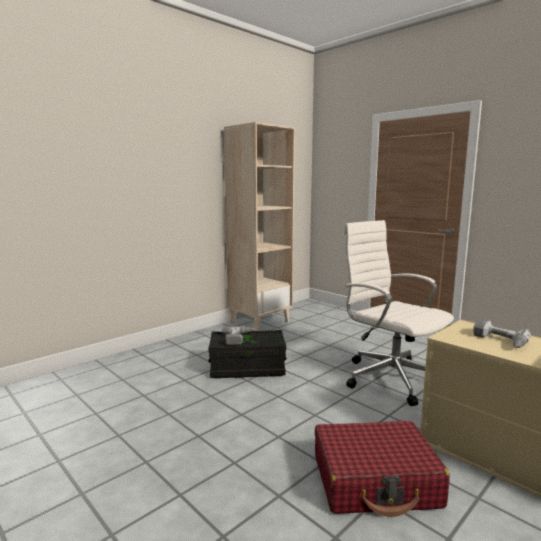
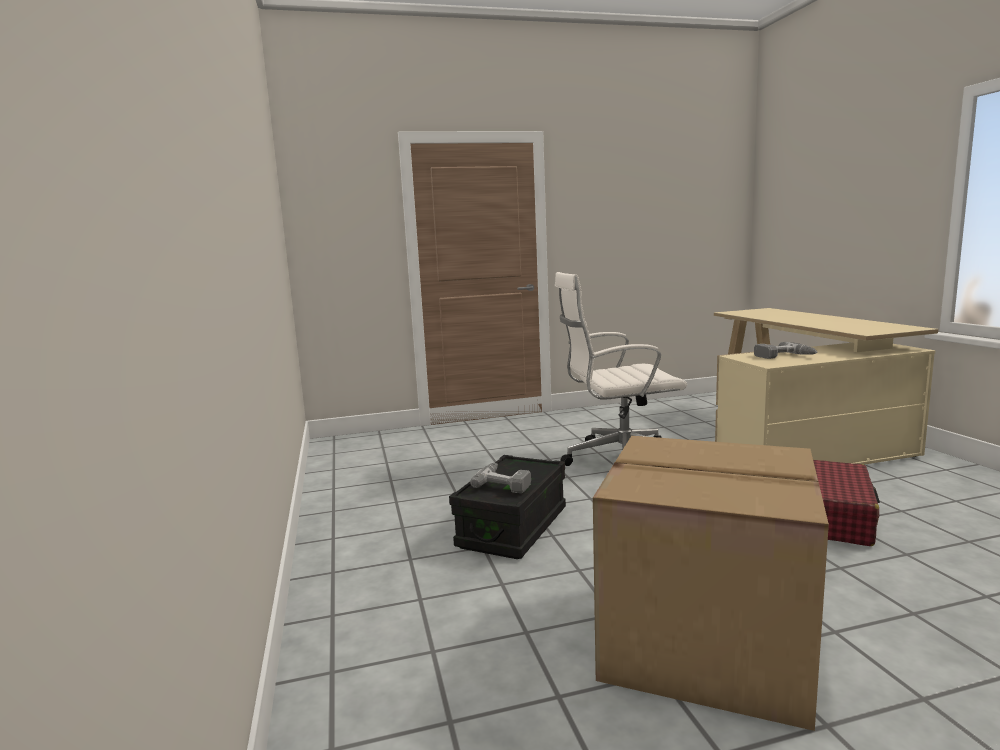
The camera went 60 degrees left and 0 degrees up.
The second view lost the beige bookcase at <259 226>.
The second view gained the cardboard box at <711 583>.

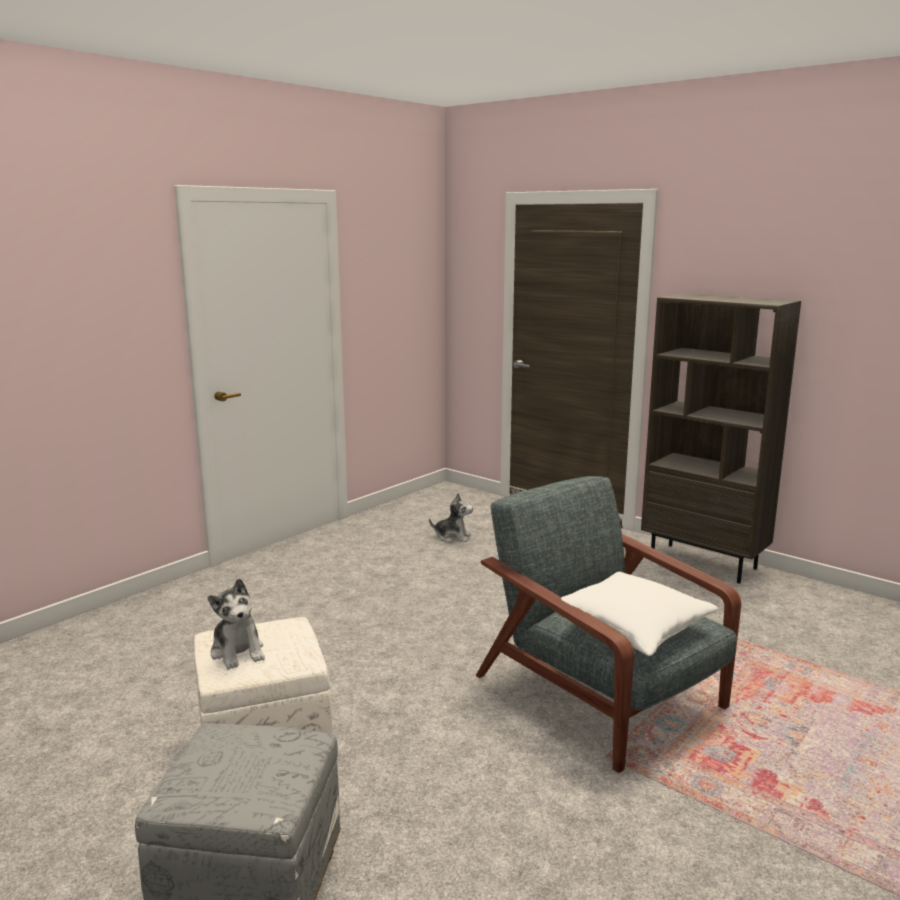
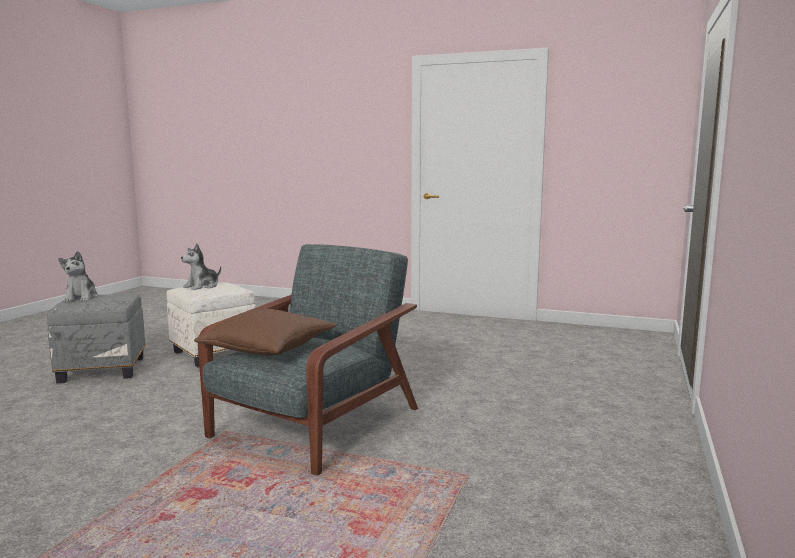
The camera went 70 degrees right and 5 degrees down.
The plush toy ended up elsewhere, having gone from <451 518> to <78 276>.
What was the white pillow at <639 614> turned into the brown pillow at <265 332>.
The second view lost the brown bookcase at <721 438>.

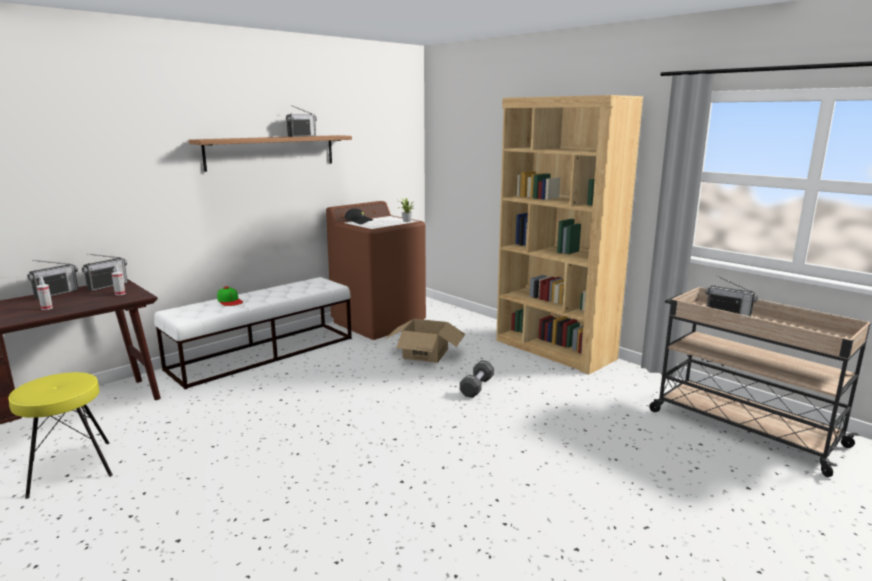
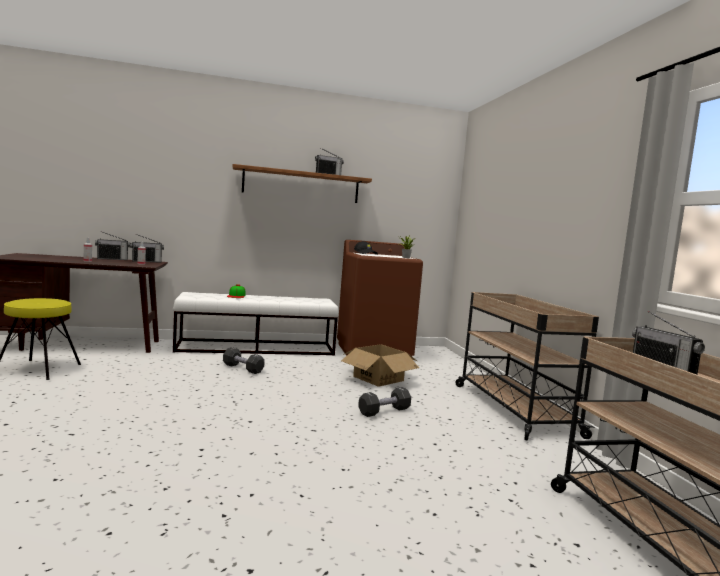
The camera went 30 degrees right and 10 degrees down.
Where the brown bookcase stood at <569 235>, the beige cart came to stand at <527 366>.
The second view gained the black dumbbell at <244 360>.

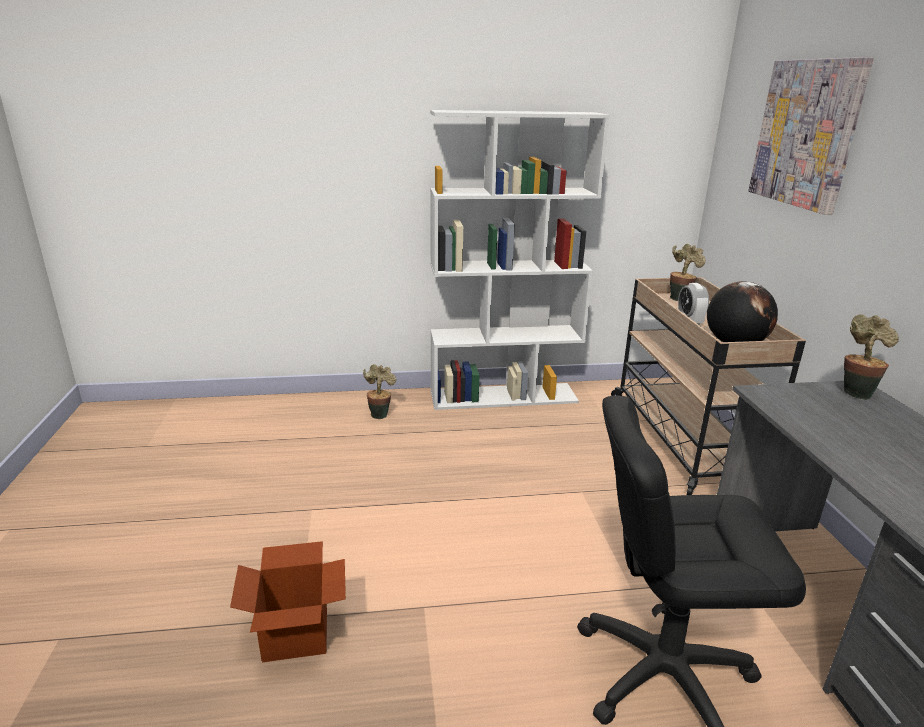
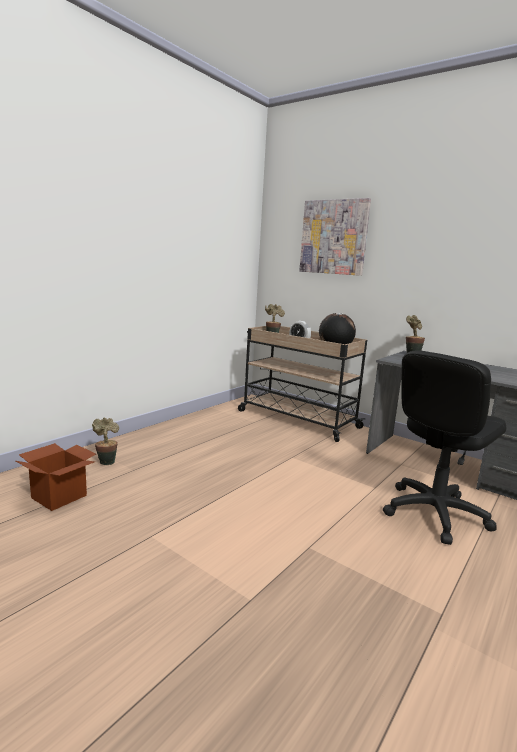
The camera went 45 degrees left and 10 degrees down.
The cardboard box ended up elsewhere, having gone from <288 601> to <56 477>.
The second view lost the white bookcase at <520 260>.

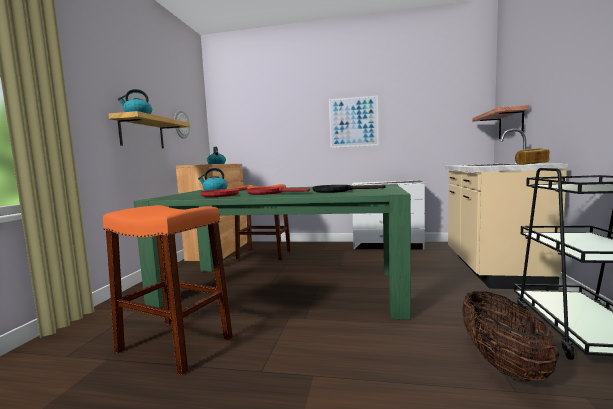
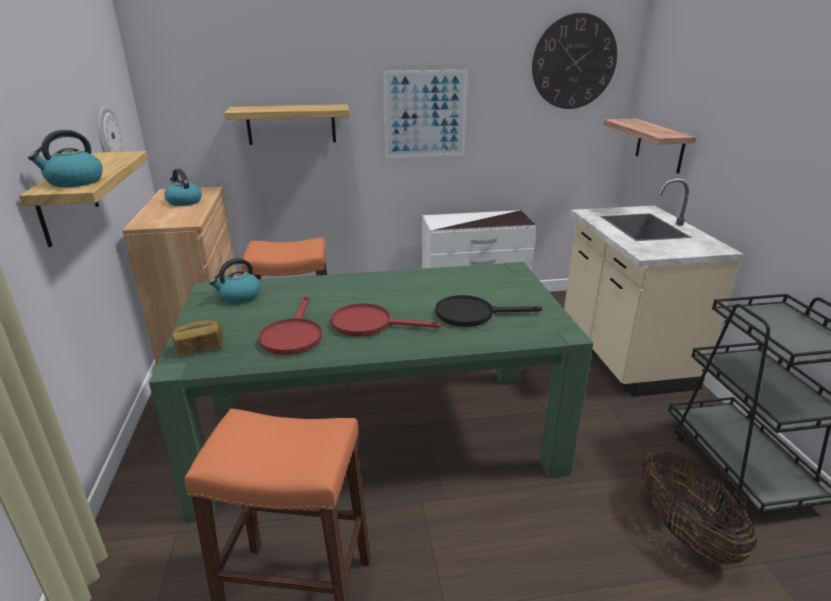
The camera went 20 degrees left and 20 degrees up.
The bread ended up elsewhere, having gone from <532 156> to <197 338>.
The second view gained the shelf at <287 124>.
The second view gained the wall clock at <574 61>.

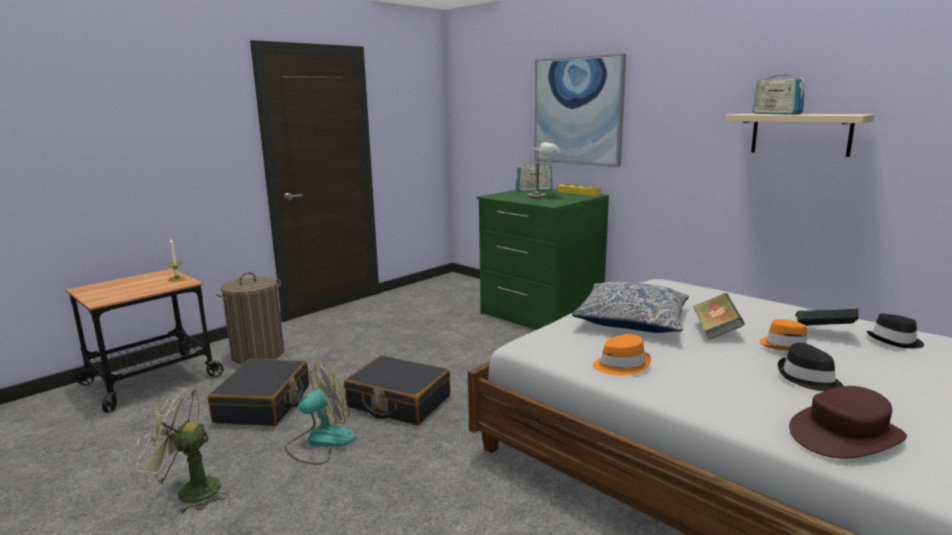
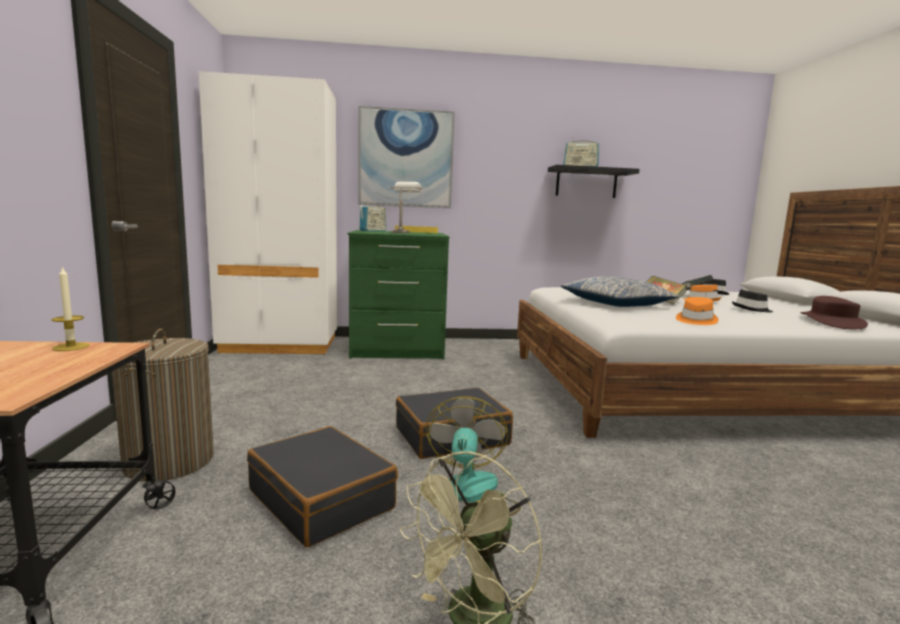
The camera went 50 degrees left and 5 degrees down.
What was the beige shelf at <799 135> turned into the black shelf at <594 181>.
The second view gained the white wardrobe at <268 213>.

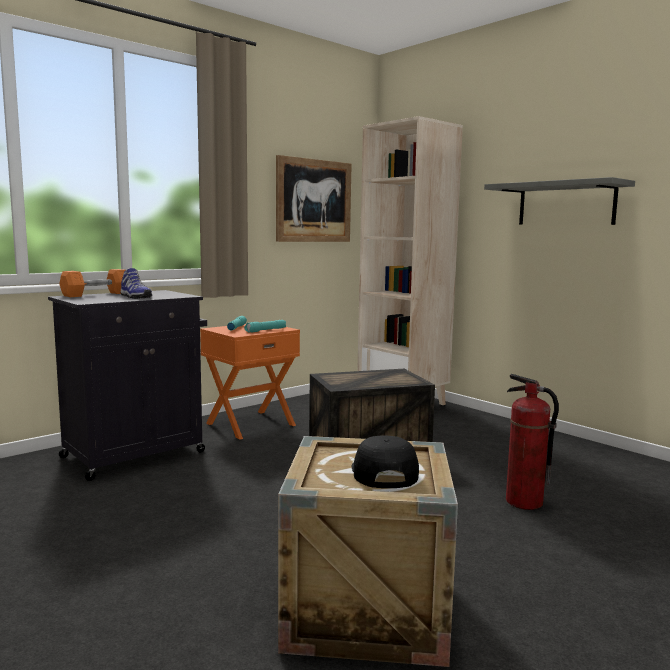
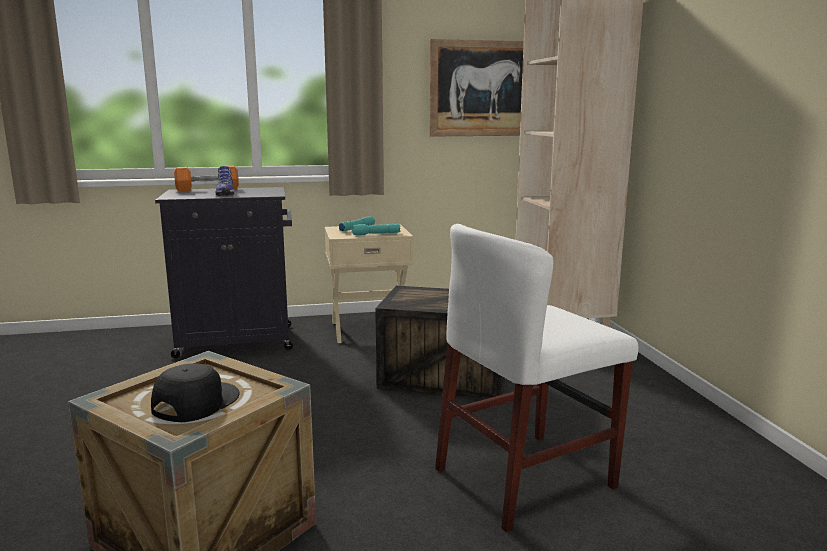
The camera went 30 degrees right and 5 degrees up.
What was the orange nightstand at <250 380> turned into the beige nightstand at <368 283>.
The second view lost the grey shelf at <559 201>.
Where the fire extinguisher stood at <532 442>, the white chair came to stand at <536 378>.

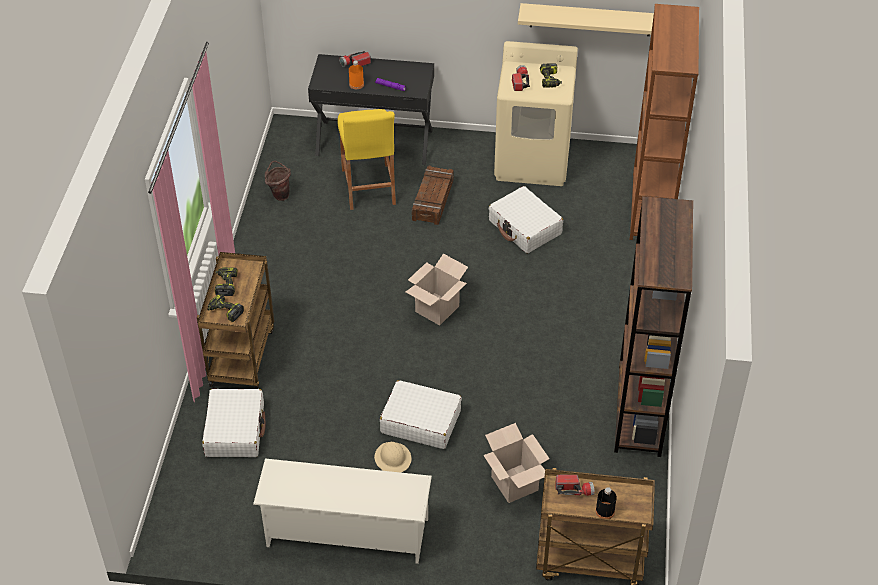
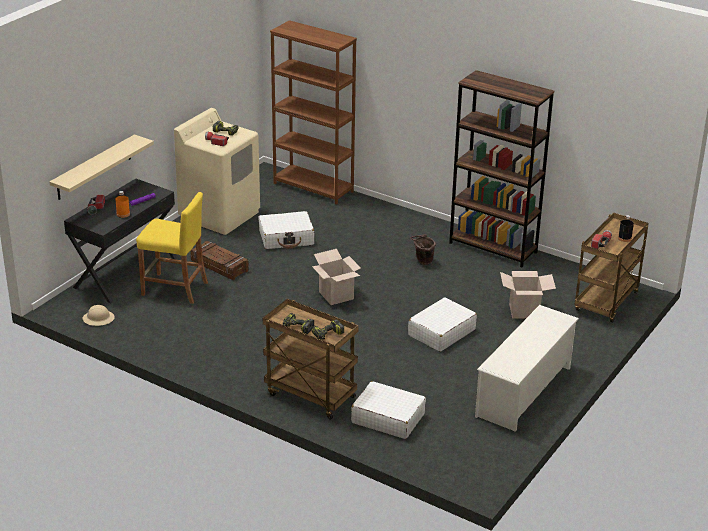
The camera went 65 degrees left and 15 degrees down.
The brown bucket ended up elsewhere, having gone from <278 181> to <423 249>.
The beige hard hat ended up elsewhere, having gone from <392 457> to <99 315>.
The beige shelf ended up elsewhere, having gone from <586 19> to <101 167>.

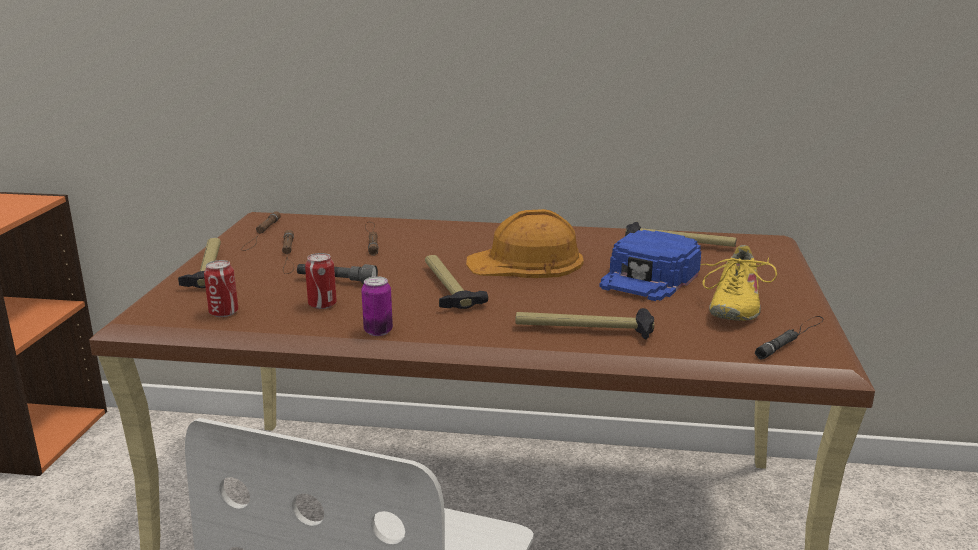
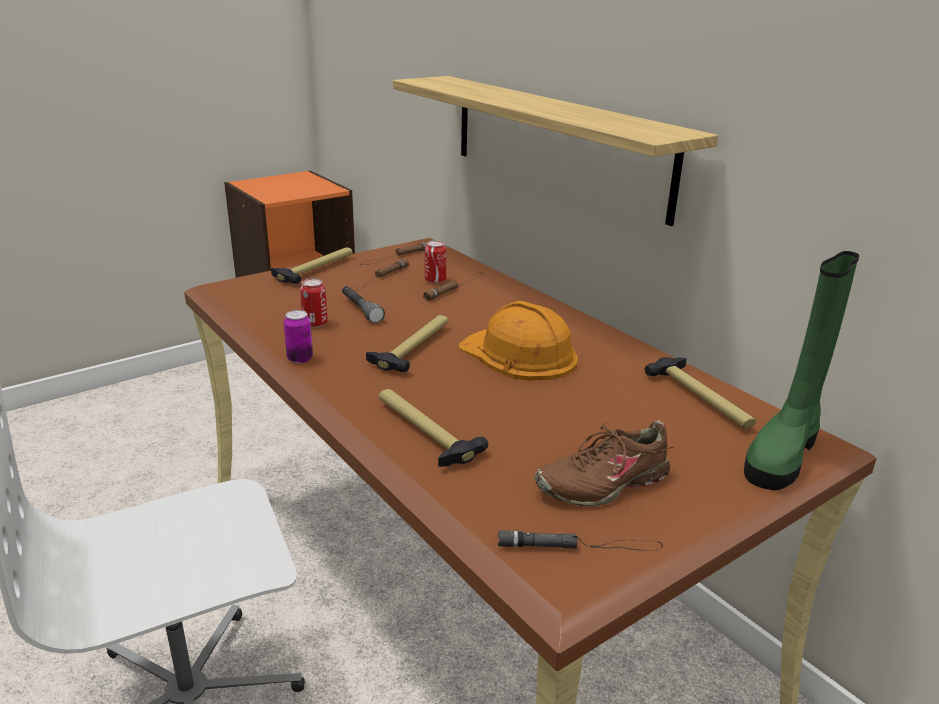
The camera went 45 degrees right and 5 degrees up.
The can ended up elsewhere, having gone from <221 288> to <435 262>.
The second view lost the blue cap at <650 265>.
What was the yellow shoe at <739 283> turned into the brown shoe at <604 463>.
The second view gained the shelf at <555 151>.
The second view gained the green boot at <801 370>.

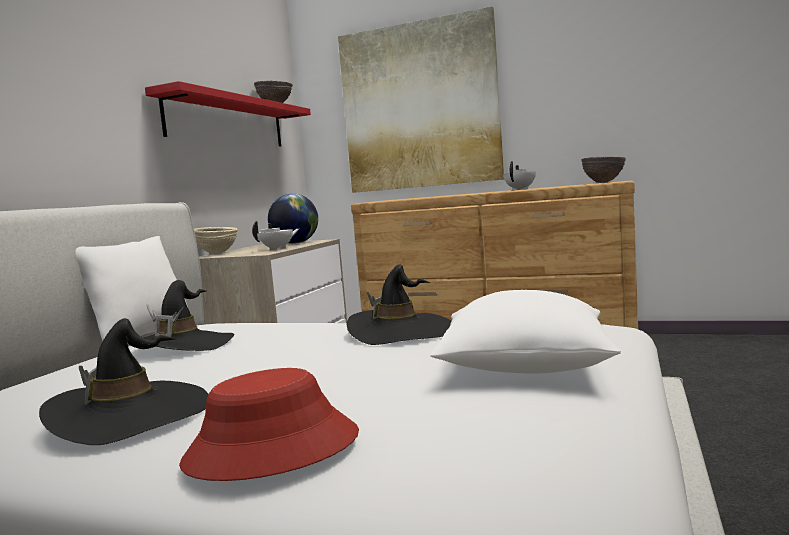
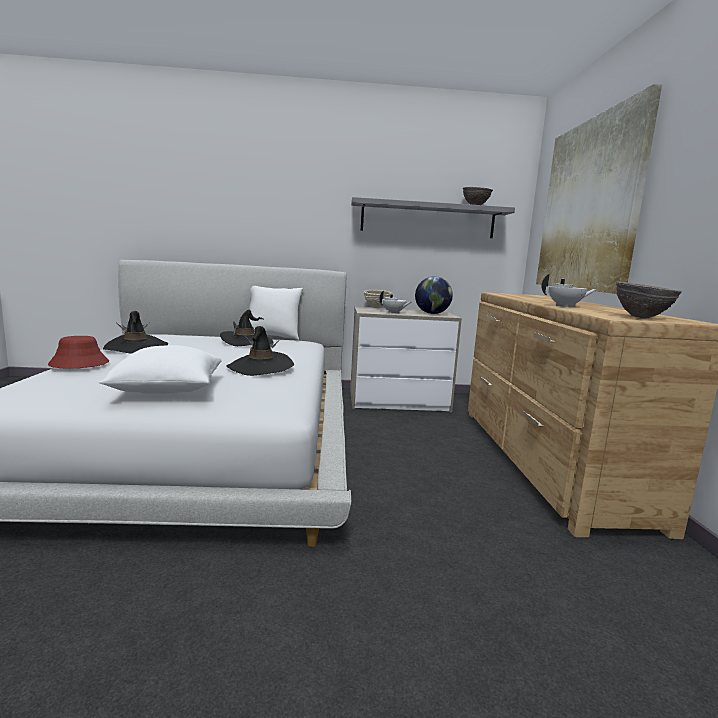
The camera went 65 degrees right and 5 degrees up.
What was the red shelf at <228 113> turned into the grey shelf at <433 217>.

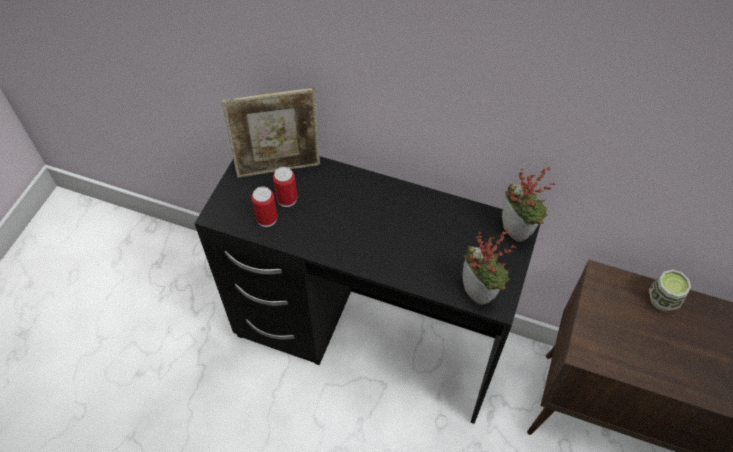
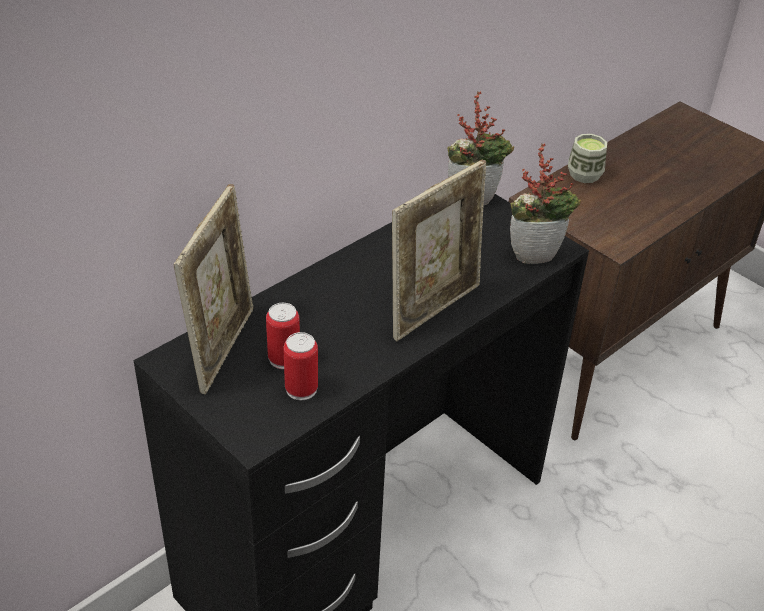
The camera went 65 degrees left and 15 degrees down.
The second view gained the picture frame at <439 250>.

